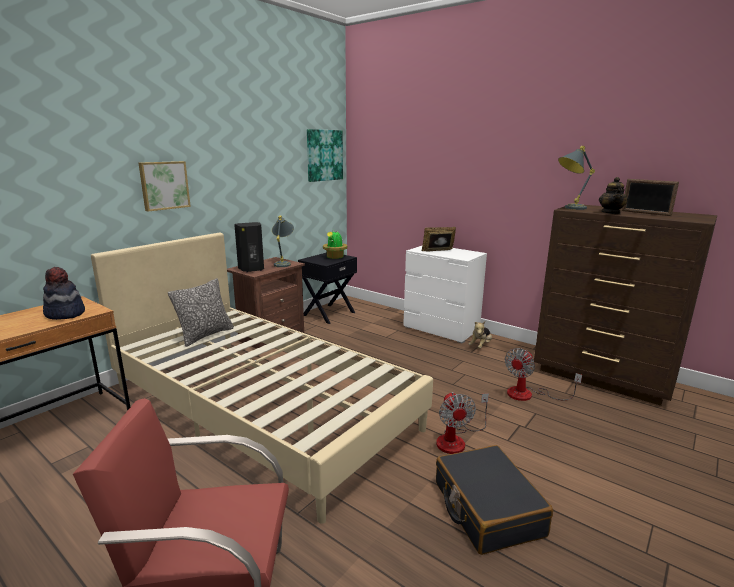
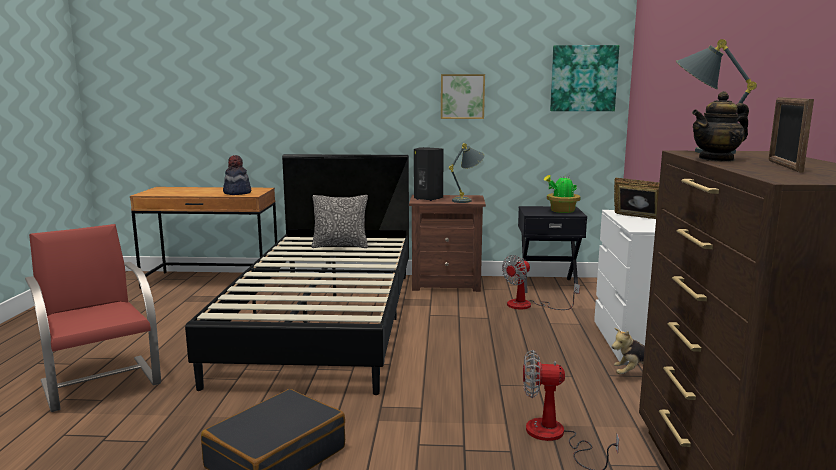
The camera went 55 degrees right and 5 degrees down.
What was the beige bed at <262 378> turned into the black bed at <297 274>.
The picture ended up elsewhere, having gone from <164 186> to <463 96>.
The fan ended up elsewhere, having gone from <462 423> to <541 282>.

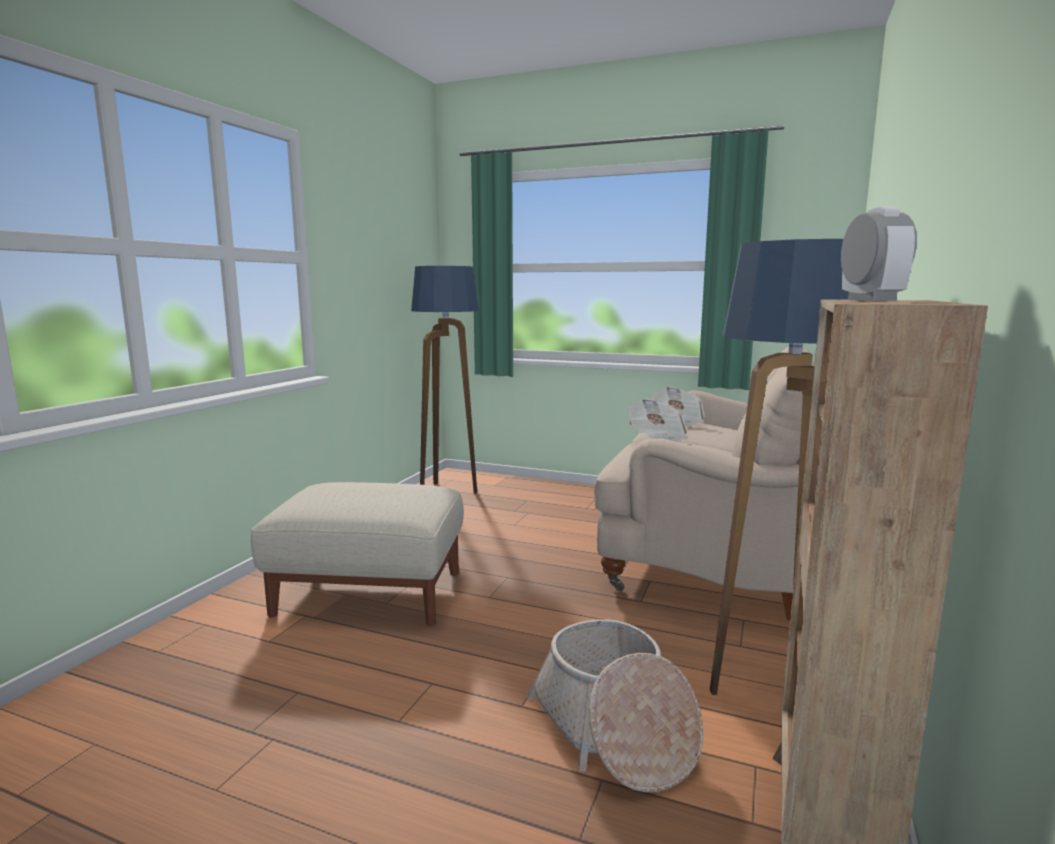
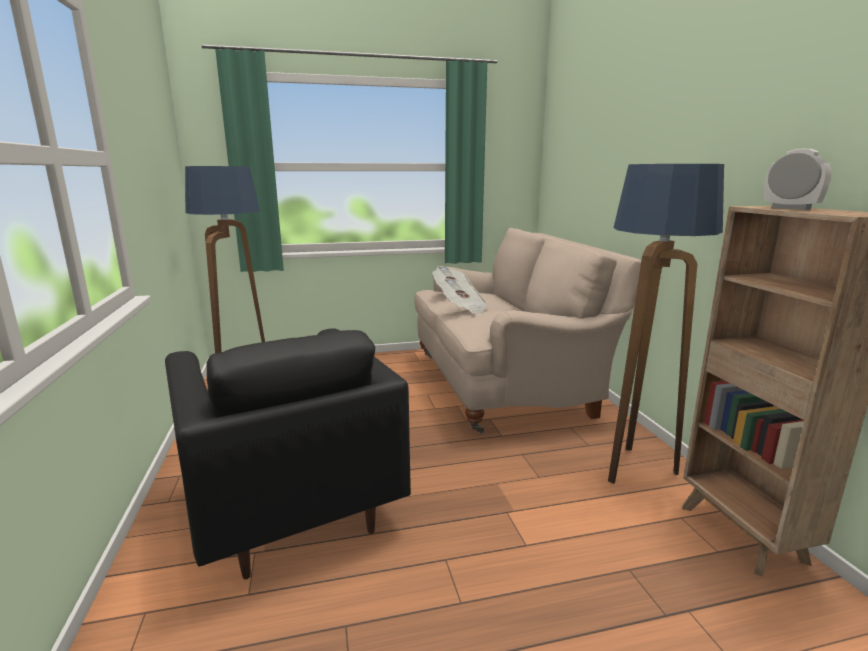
The camera went 35 degrees left and 5 degrees up.
Where the beige ottoman stood at <357 554>, the black armchair came to stand at <288 453>.
The second view lost the basket at <615 705>.

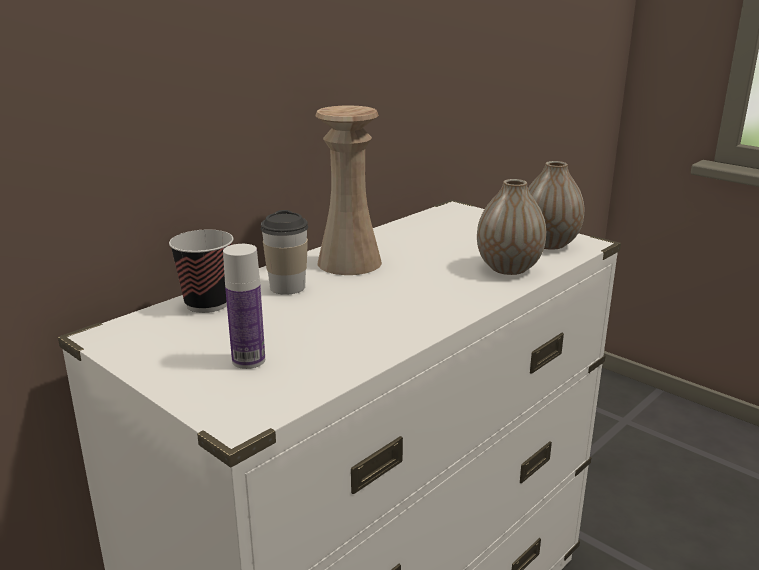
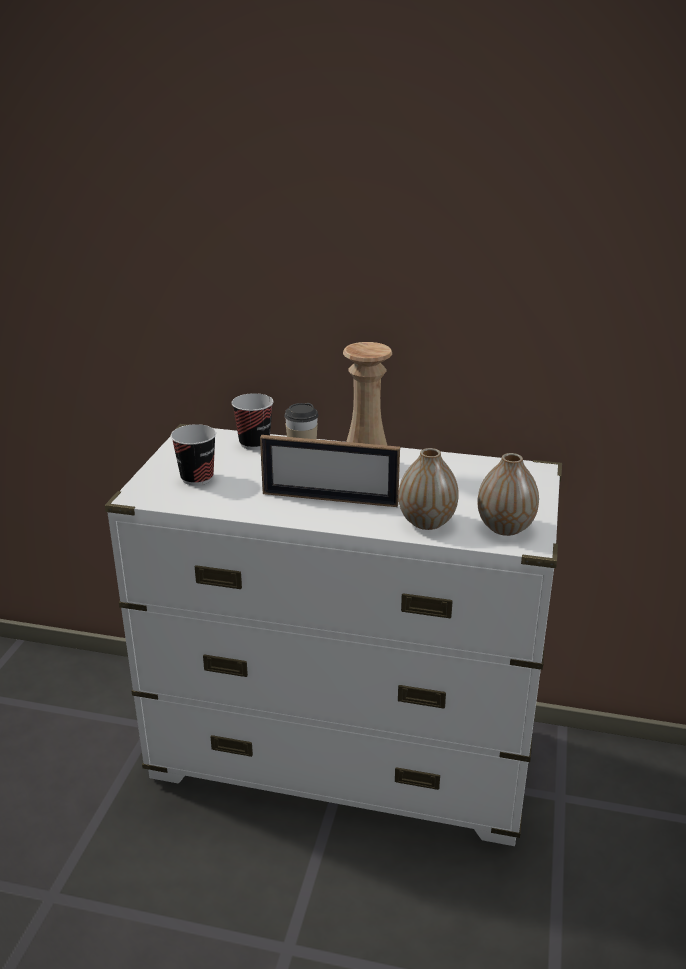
The camera went 60 degrees right and 5 degrees up.
Where the bottle stood at <244 306>, the cup came to stand at <193 455>.
The second view gained the picture frame at <330 471>.

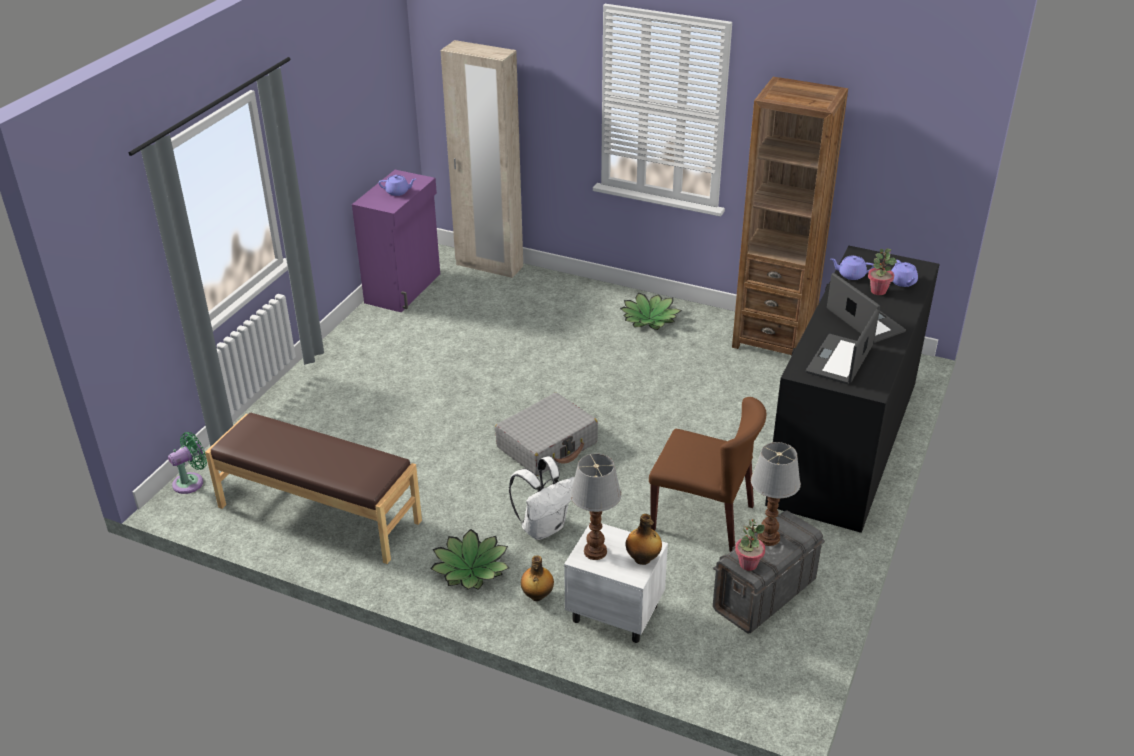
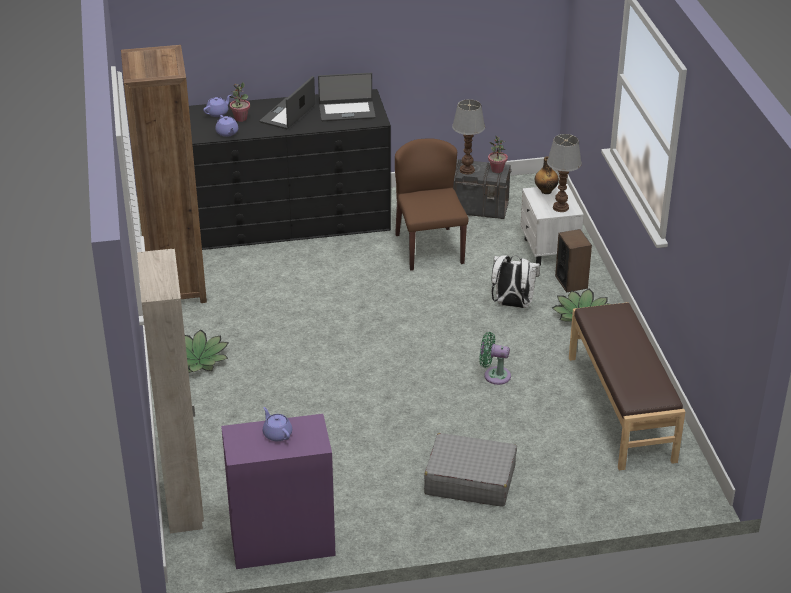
The camera went 125 degrees left and 0 degrees up.
The green fan ended up elsewhere, having gone from <187 463> to <495 358>.
The grey suitcase ended up elsewhere, having gone from <546 434> to <470 470>.
Where the bottle stood at <537 578>, the speaker came to stand at <573 261>.

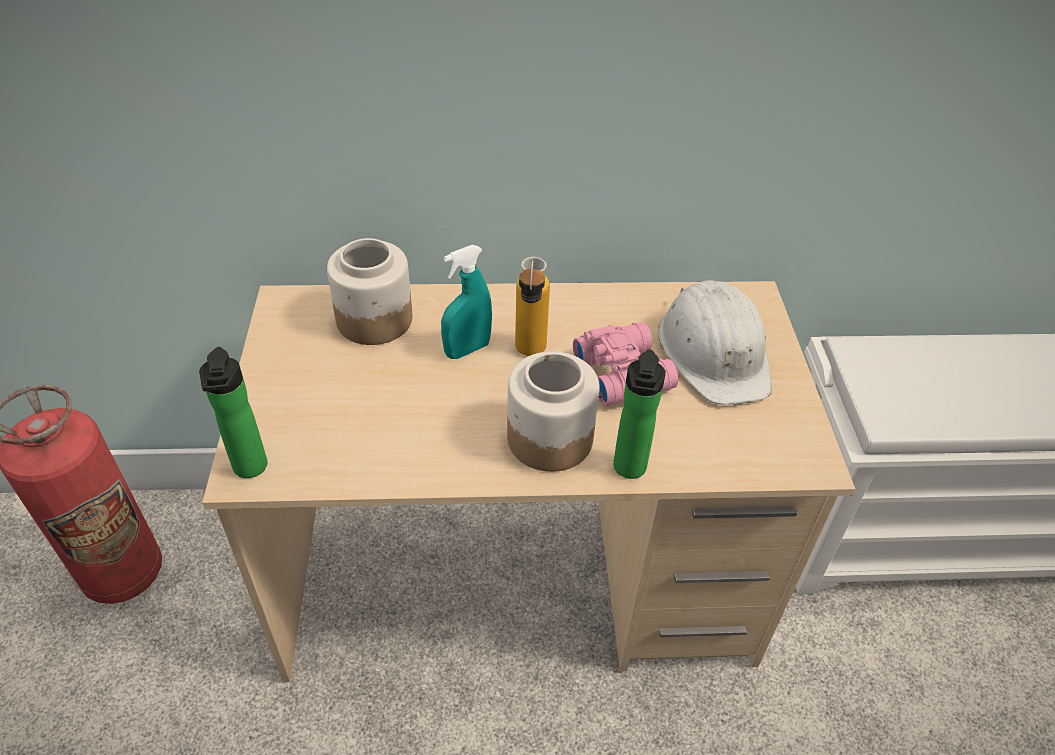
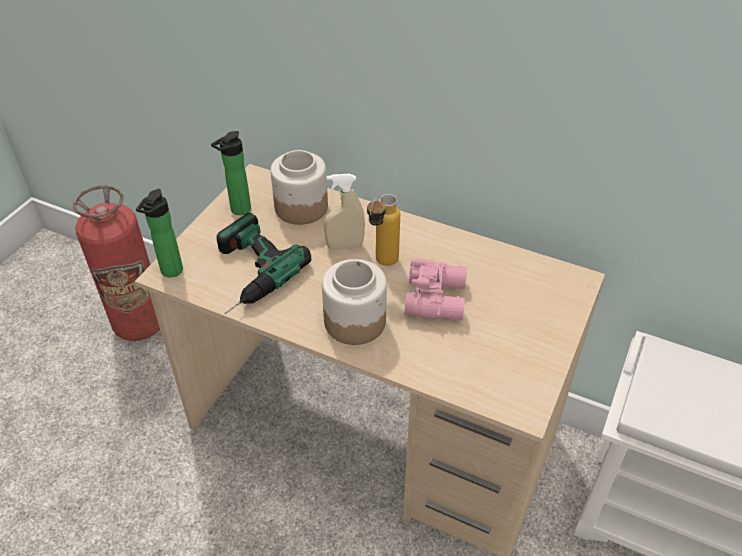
The camera went 30 degrees right and 0 degrees up.
What was the turquoise spray bottle at <466 302> turned into the beige spray bottle at <344 212>.
The bottle ended up elsewhere, having gone from <639 414> to <231 173>.
The second view lost the white hard hat at <715 342>.
The second view gained the power drill at <263 263>.

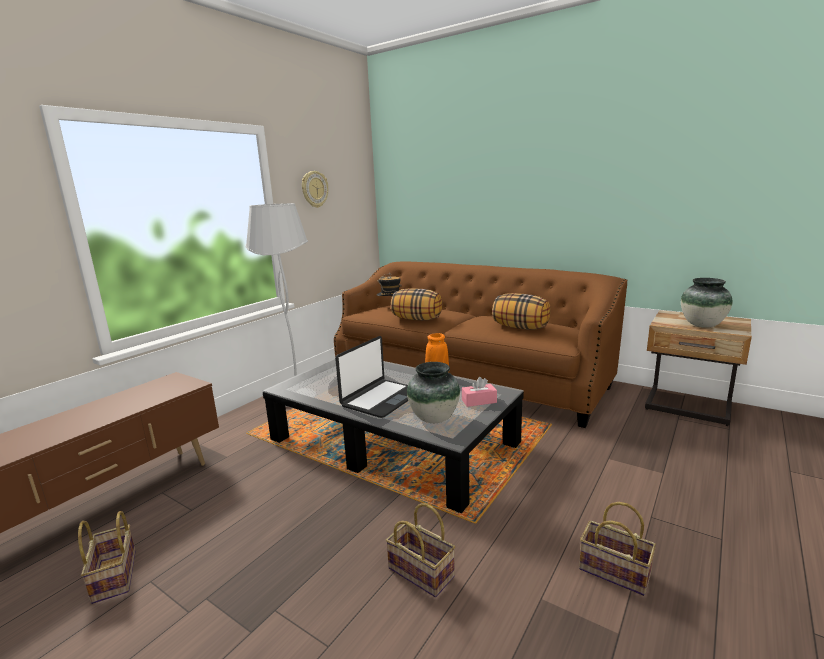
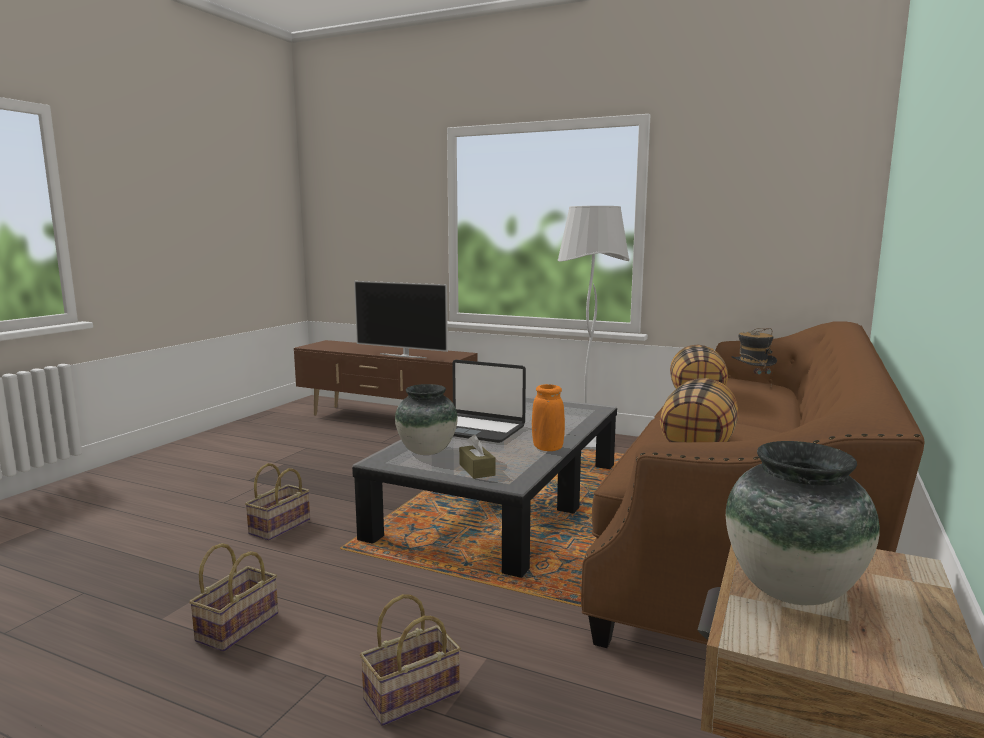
The camera went 80 degrees right and 5 degrees down.
The basket ended up elsewhere, having gone from <107 557> to <410 660>.
The second view lost the wall clock at <315 189>.
What was the pink tissue box at <479 392> turned into the brown tissue box at <477 457>.
The second view gained the television at <401 319>.

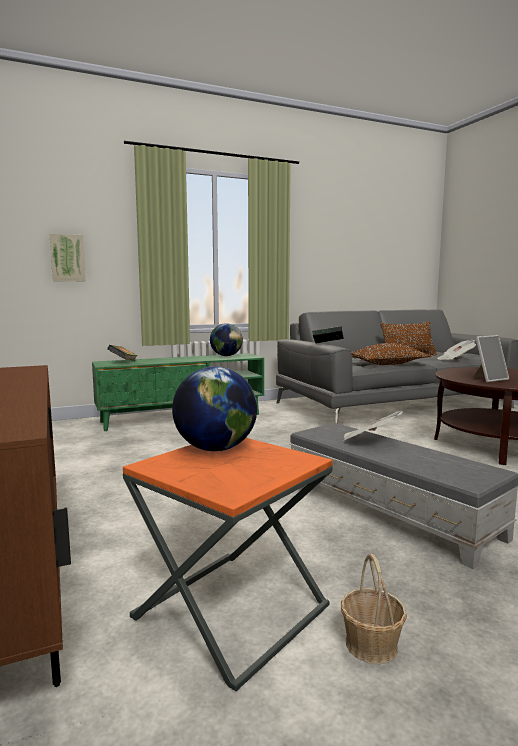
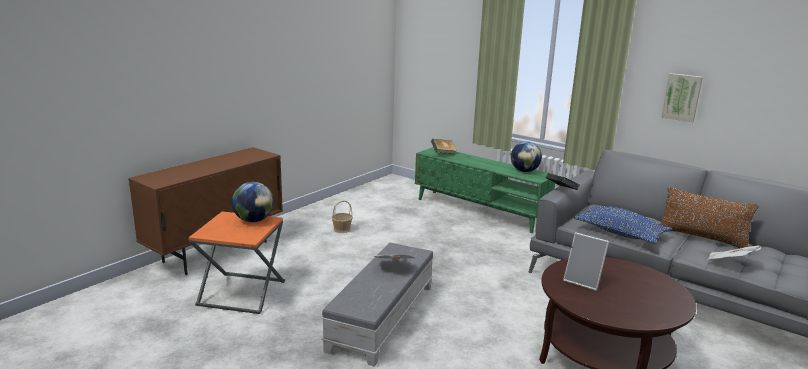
The camera went 60 degrees right and 10 degrees up.
The picture ended up elsewhere, having gone from <68 257> to <682 97>.
The basket ended up elsewhere, having gone from <374 609> to <342 216>.
What was the brown pillow at <391 354> turned into the blue pillow at <623 225>.

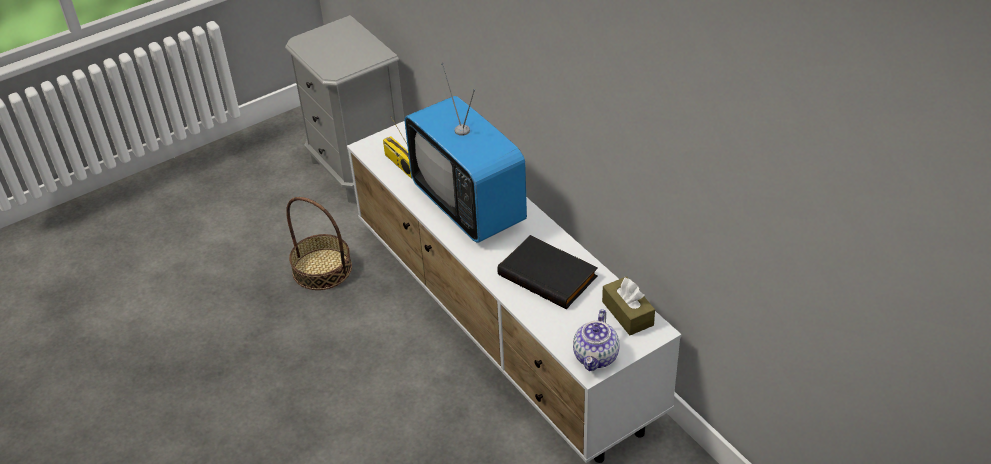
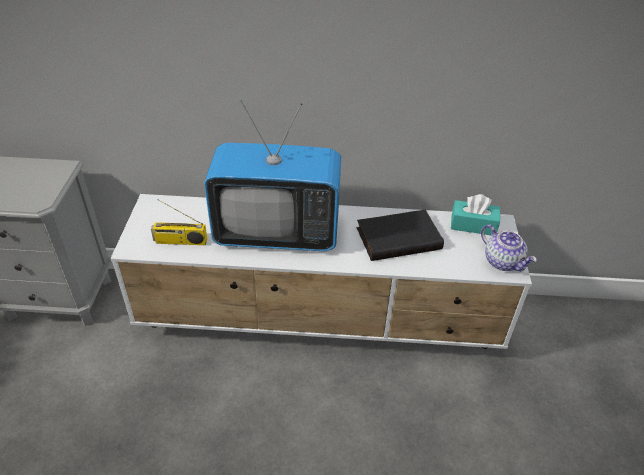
The camera went 55 degrees left and 0 degrees up.
The second view lost the basket at <319 243>.
What was the brown tissue box at <628 305> turned into the turquoise tissue box at <475 214>.

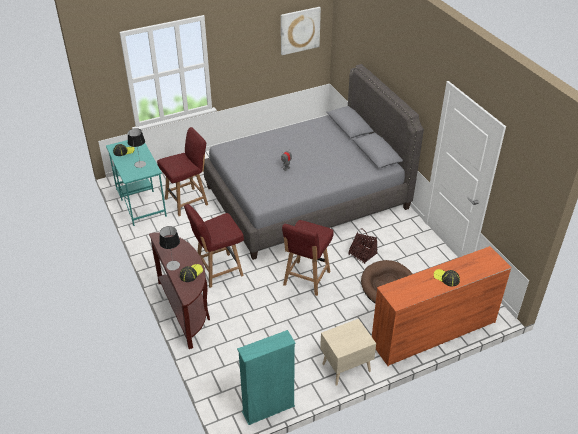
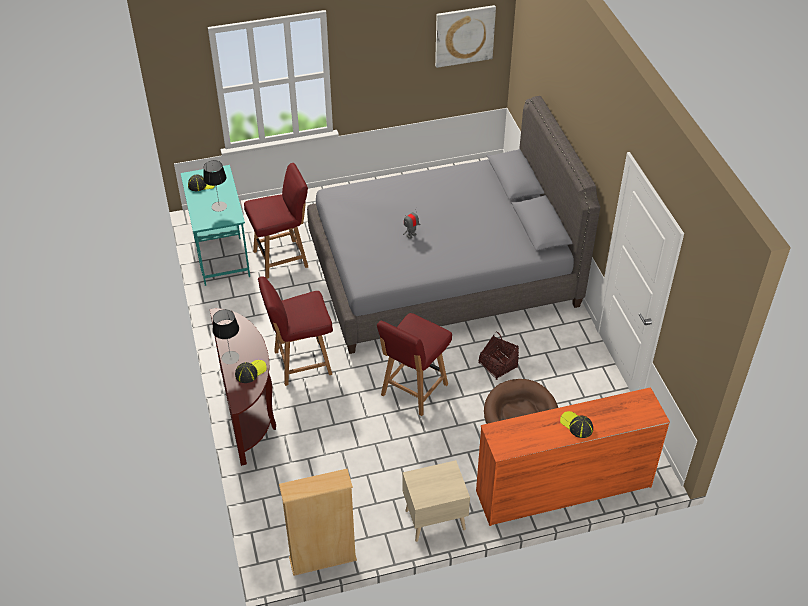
The camera went 10 degrees right and 5 degrees up.
What was the turquoise bookcase at <266 377> turned into the beige bookcase at <318 522>.

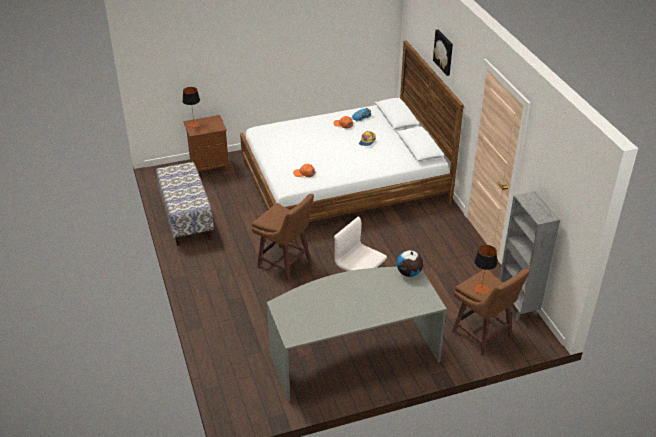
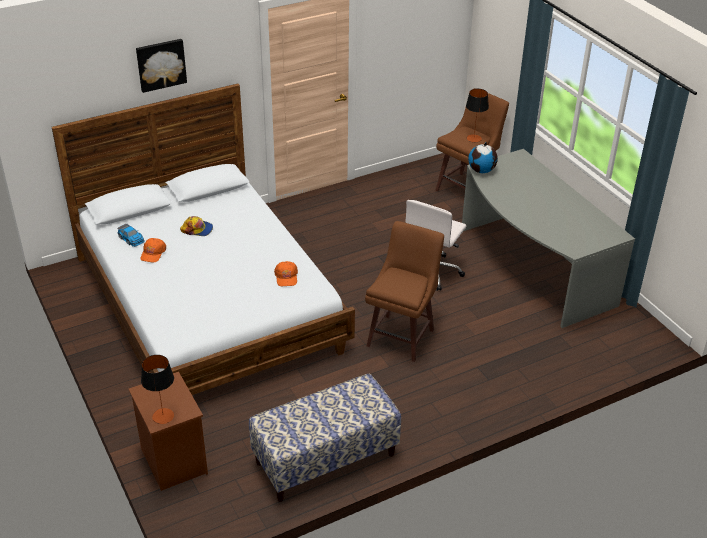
The camera went 100 degrees left and 0 degrees up.
The second view lost the grey bookcase at <530 256>.

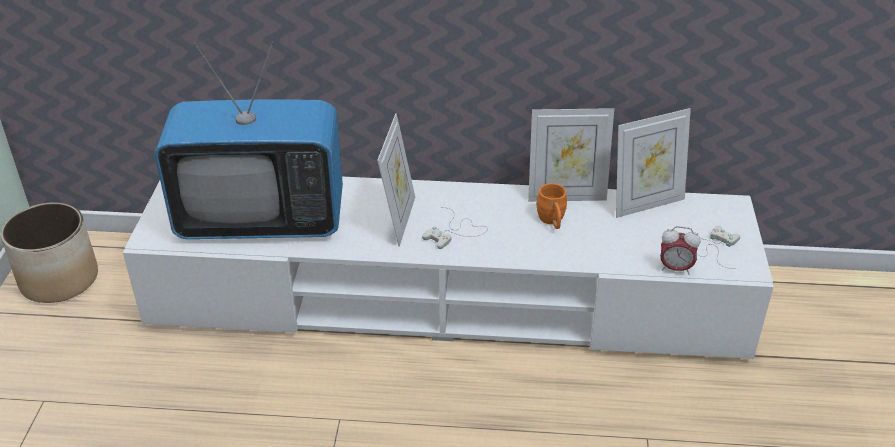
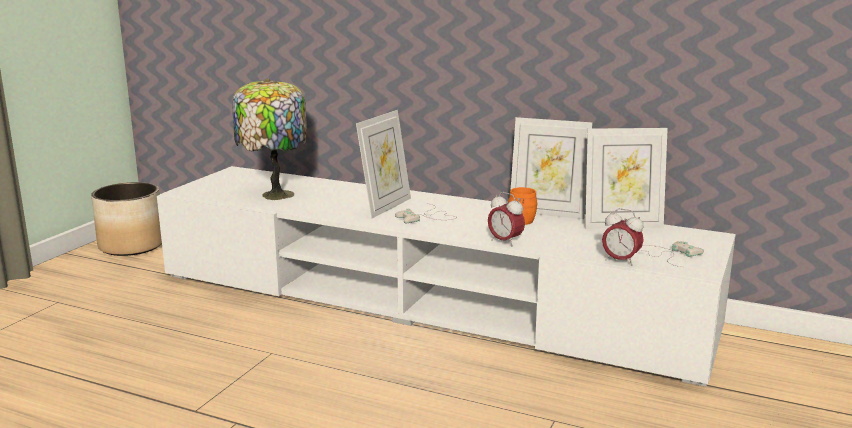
The camera went 20 degrees right and 20 degrees down.
Where the television stood at <249 140>, the table lamp came to stand at <269 139>.
The second view gained the alarm clock at <506 219>.

